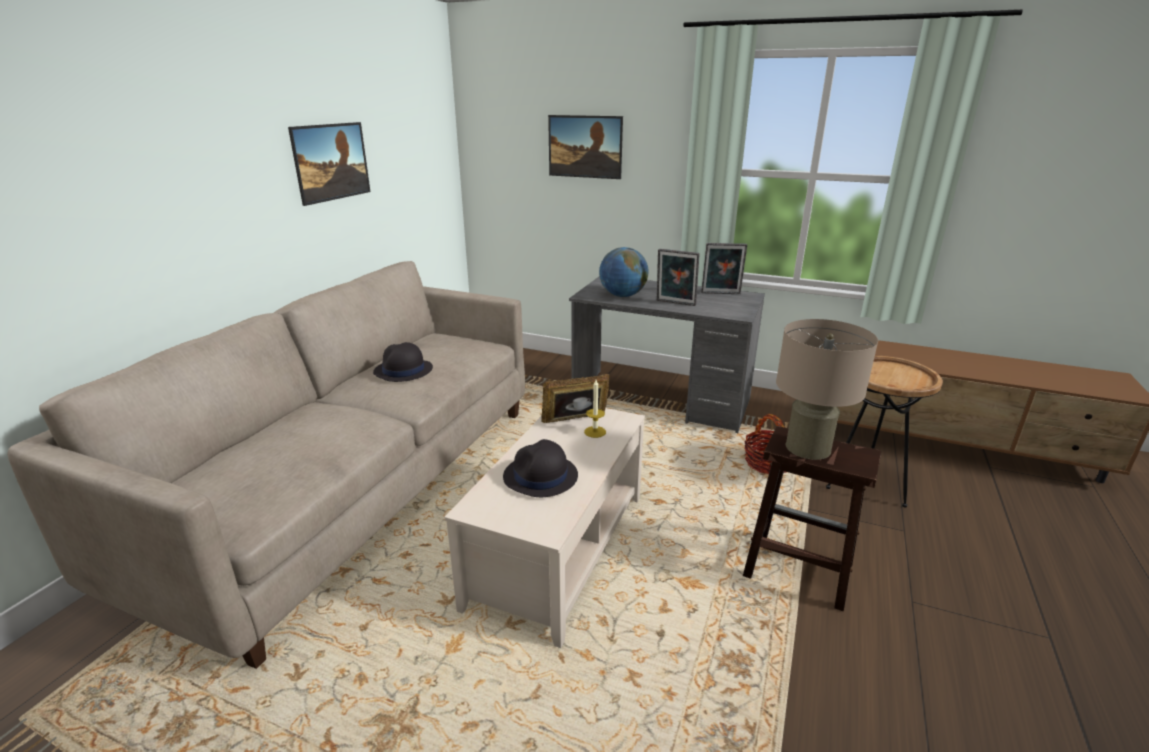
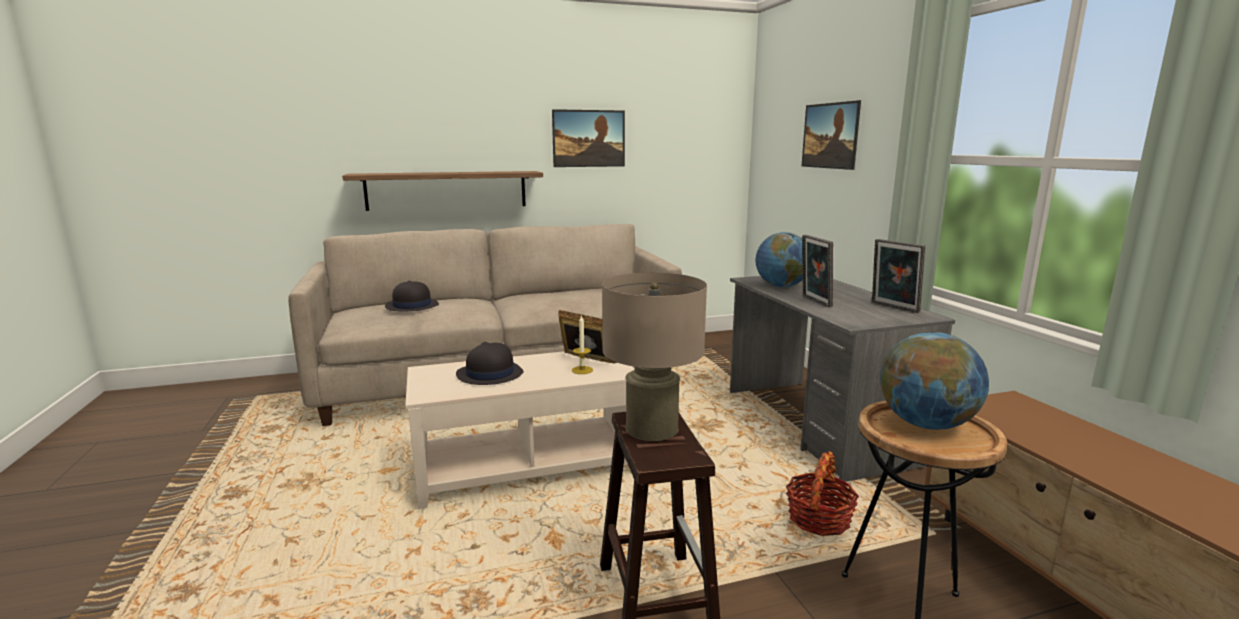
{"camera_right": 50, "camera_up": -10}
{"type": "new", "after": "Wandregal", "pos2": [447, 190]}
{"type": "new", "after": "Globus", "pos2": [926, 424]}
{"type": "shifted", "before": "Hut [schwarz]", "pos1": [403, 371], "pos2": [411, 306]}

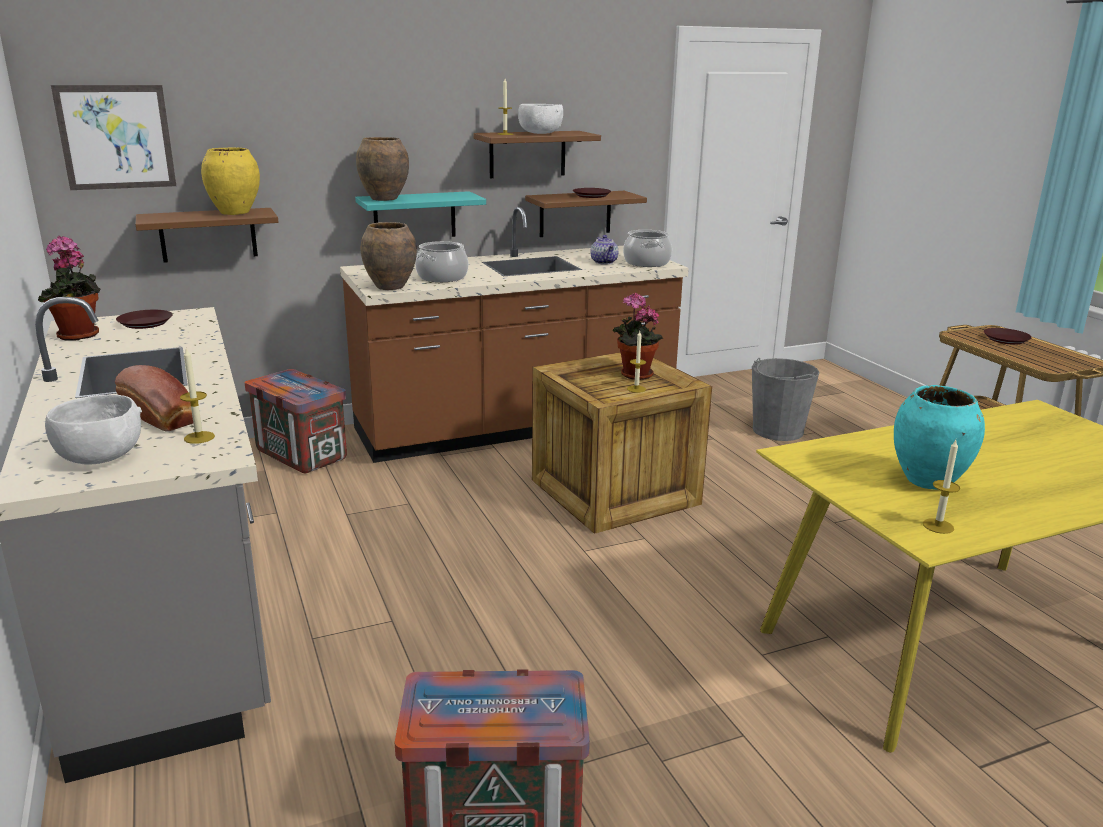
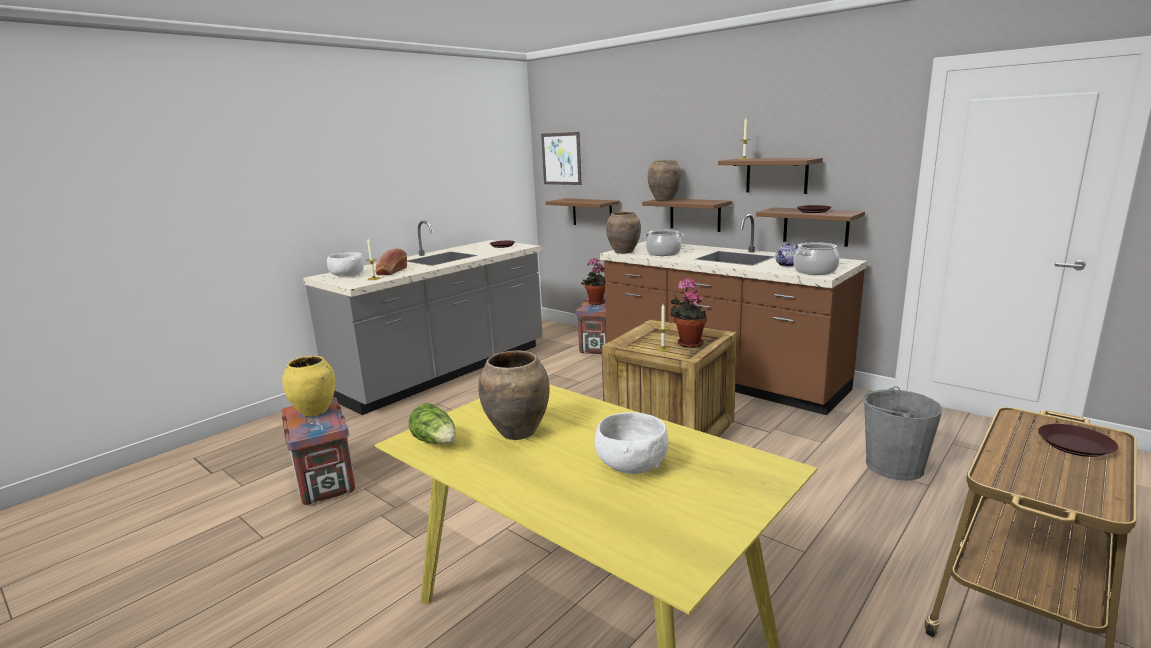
{"camera_right": 65, "camera_up": -5}
{"type": "shifted", "before": "Topfpflanze", "pos1": [79, 336], "pos2": [596, 303]}
{"type": "shifted", "before": "Vase [gelb]", "pos1": [234, 213], "pos2": [315, 411]}
{"type": "shifted", "before": "Schüssel [weiß]", "pos1": [540, 133], "pos2": [631, 466]}
{"type": "swapped", "before": "Kerze", "after": "Salatkopf", "pos1": [938, 526], "pos2": [436, 442]}
{"type": "repainted", "before": "Wandregal [türkis]", "after": "Wandregal [braun]", "pos1": [414, 216], "pos2": [695, 214]}
{"type": "repainted", "before": "Vase [türkis]", "after": "Vase [braun]", "pos1": [928, 481], "pos2": [518, 432]}

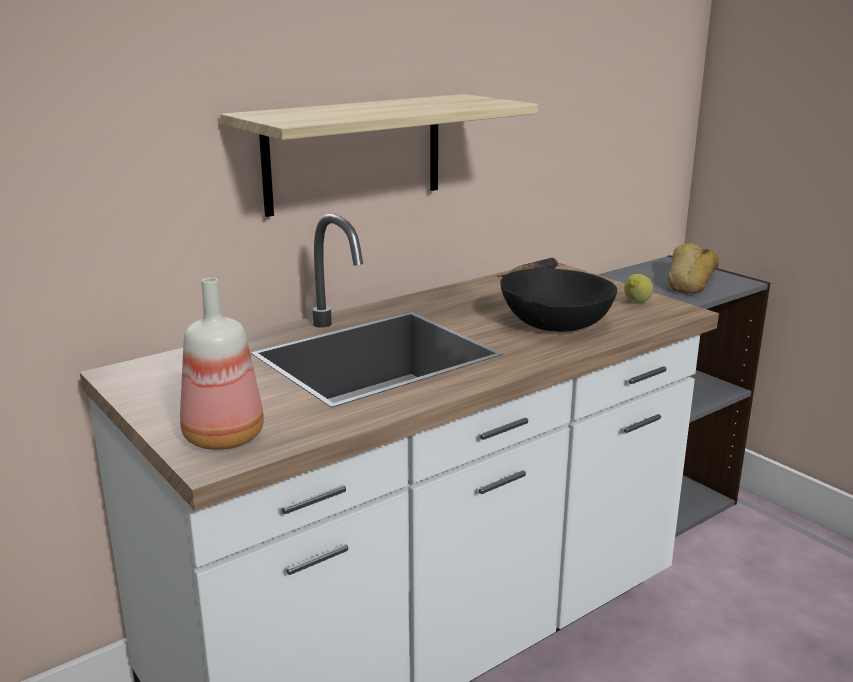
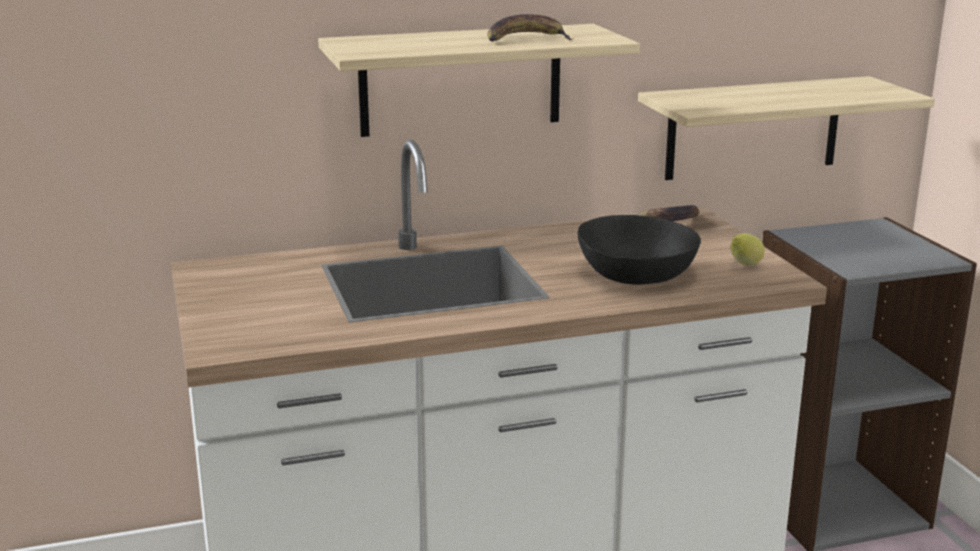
{"camera_right": 20, "camera_up": 0}
{"type": "gone", "before": "Flasche", "pos1": [221, 438]}
{"type": "gone", "before": "Brot", "pos1": [689, 280]}
{"type": "new", "after": "Banane", "pos2": [526, 38]}
{"type": "new", "after": "Wandregal", "pos2": [753, 128]}

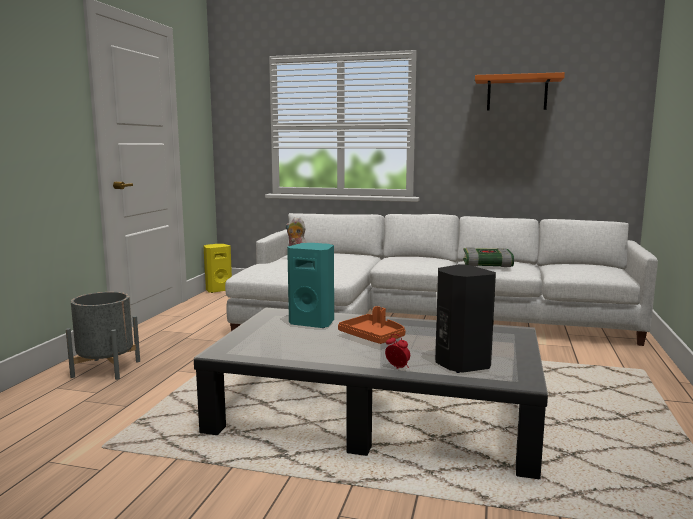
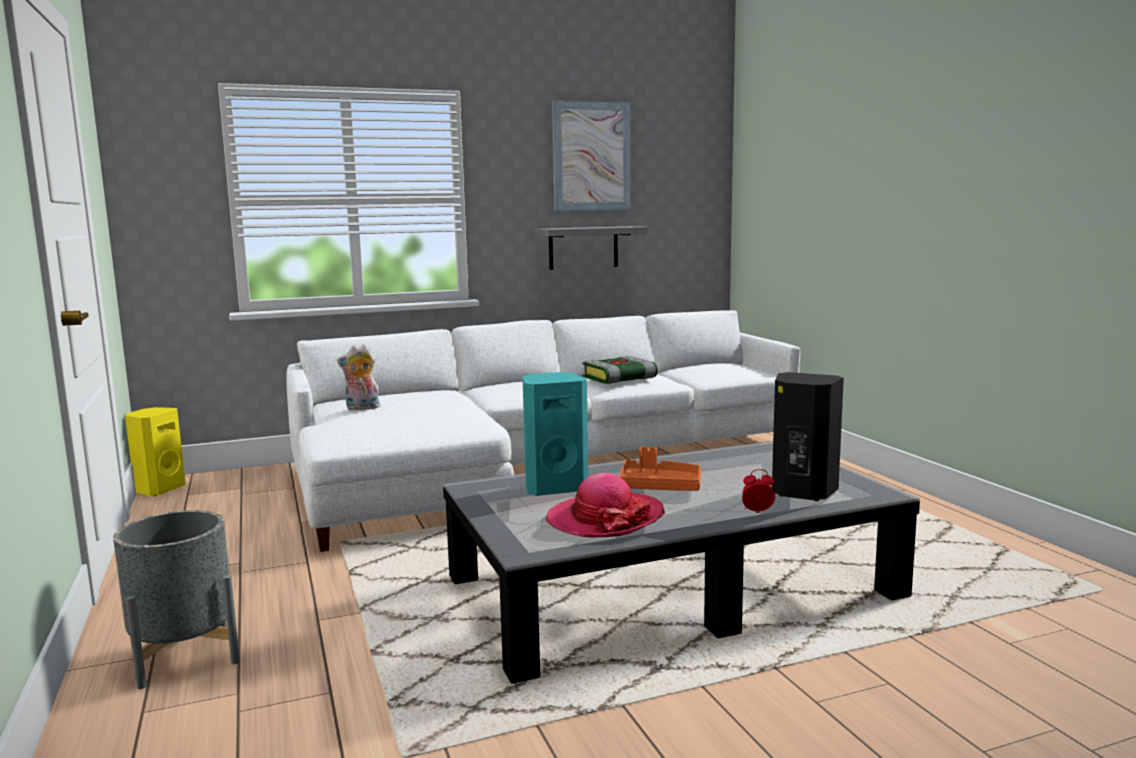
{"camera_right": -35, "camera_up": 0}
{"type": "new", "after": "Wandregal [grau]", "pos2": [583, 247]}
{"type": "new", "after": "Hut", "pos2": [605, 519]}
{"type": "swapped", "before": "Wandregal [orange]", "after": "Bild", "pos1": [517, 93], "pos2": [591, 156]}

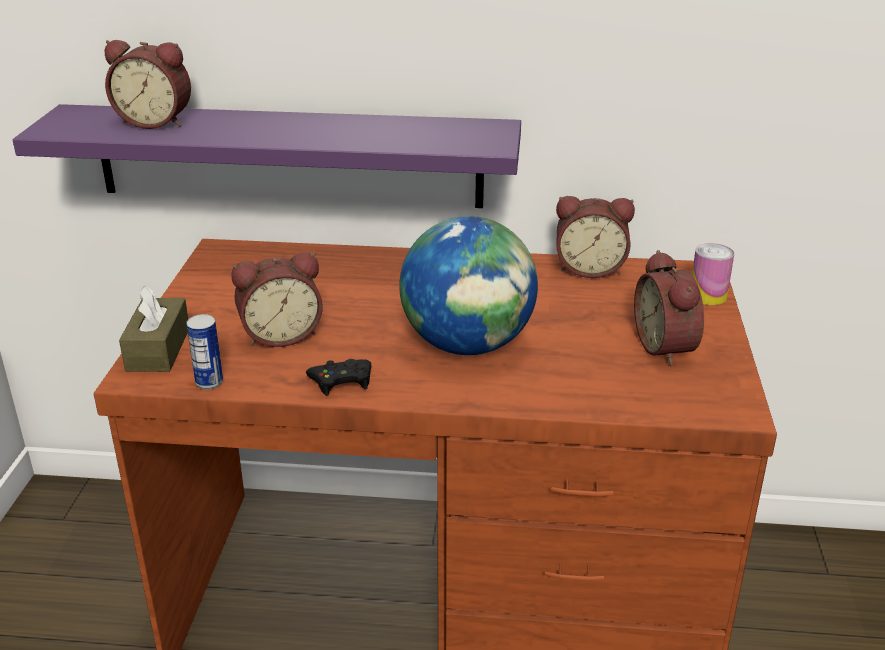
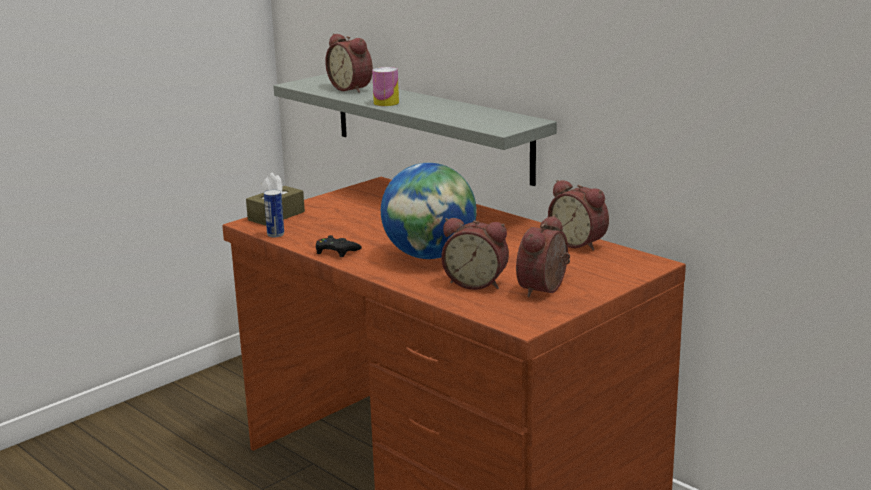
{"camera_right": 40, "camera_up": -10}
{"type": "shifted", "before": "Wecker", "pos1": [280, 334], "pos2": [476, 283]}
{"type": "shifted", "before": "Dose", "pos1": [708, 296], "pos2": [386, 103]}
{"type": "repainted", "before": "Wandregal [lila]", "after": "Wandregal [grau]", "pos1": [289, 156], "pos2": [430, 127]}

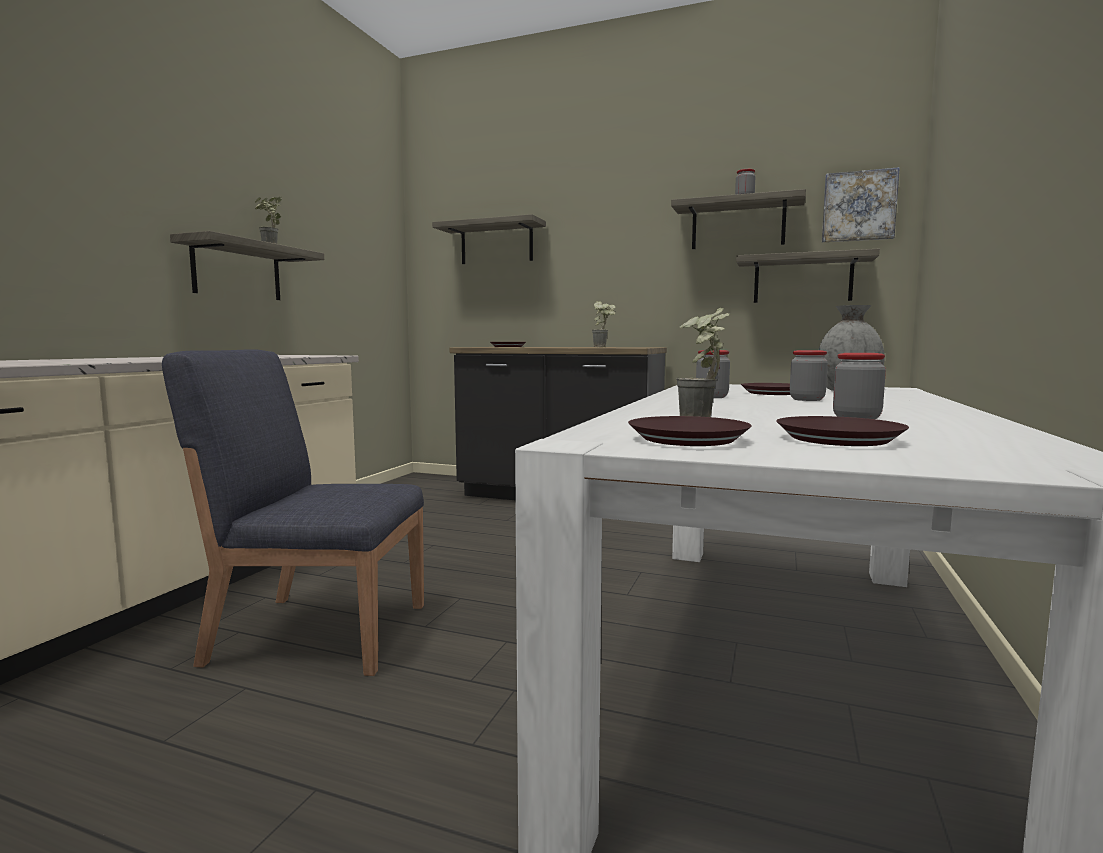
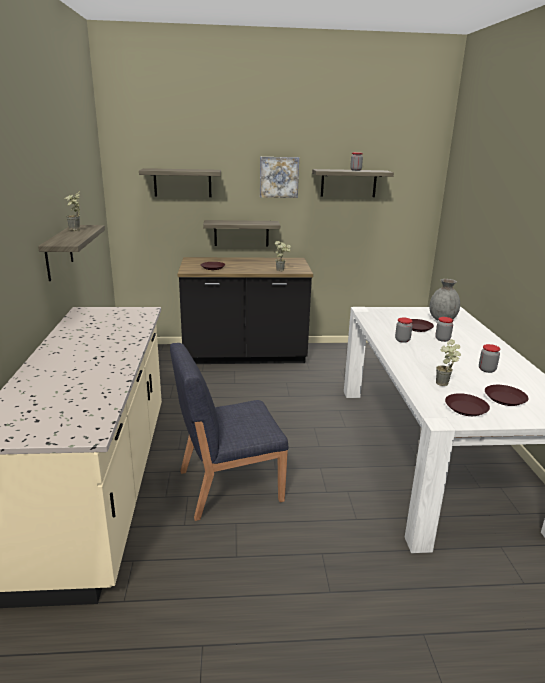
{"camera_right": -25, "camera_up": 15}
{"type": "shifted", "before": "Wandregal", "pos1": [802, 279], "pos2": [241, 233]}
{"type": "shifted", "before": "Bild", "pos1": [858, 206], "pos2": [279, 177]}

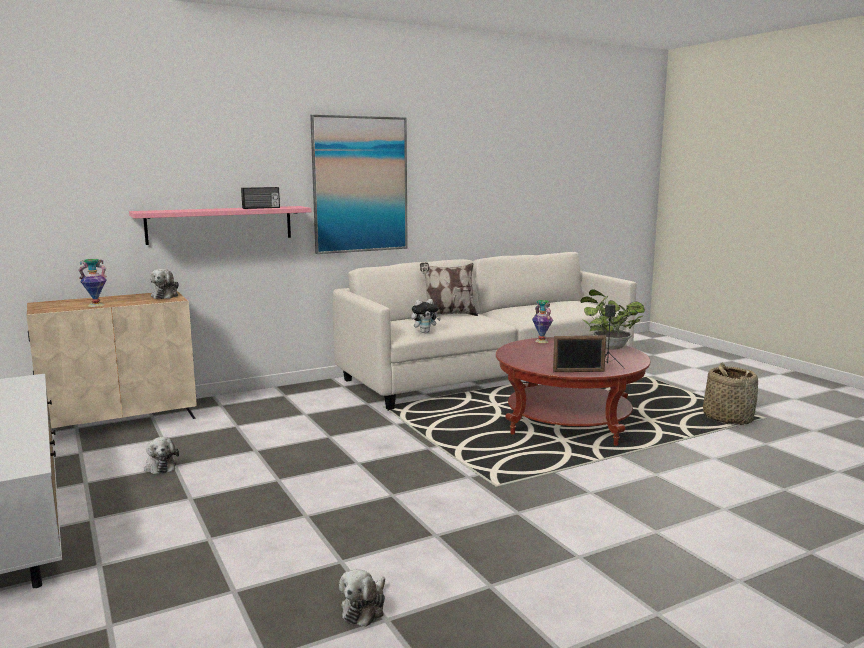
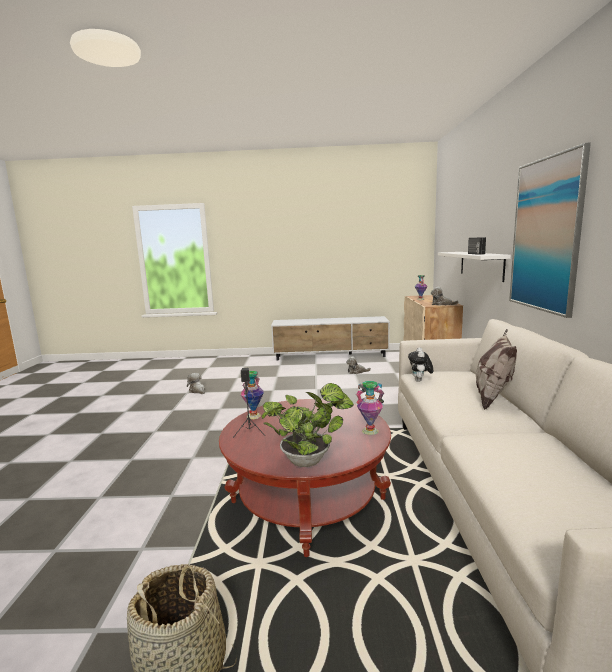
{"camera_right": 120, "camera_up": 0}
{"type": "swapped", "before": "Bilderrahmen", "after": "Vase", "pos1": [578, 371], "pos2": [254, 416]}
{"type": "repainted", "before": "Wandregal [rosa]", "after": "Wandregal [weiß]", "pos1": [220, 224], "pos2": [481, 265]}

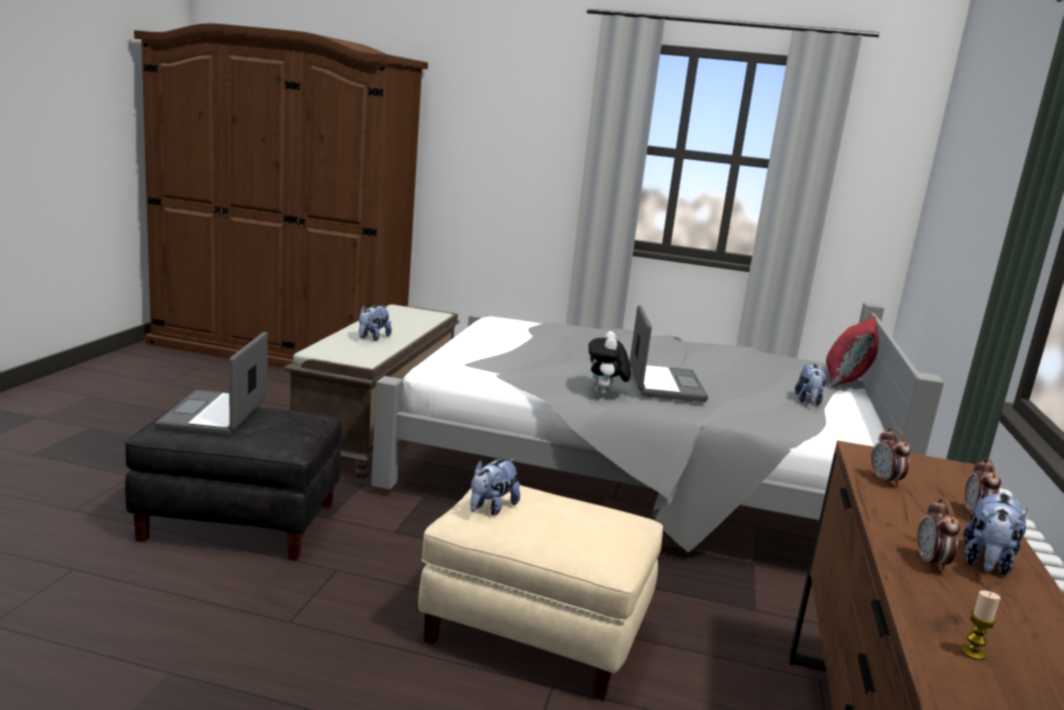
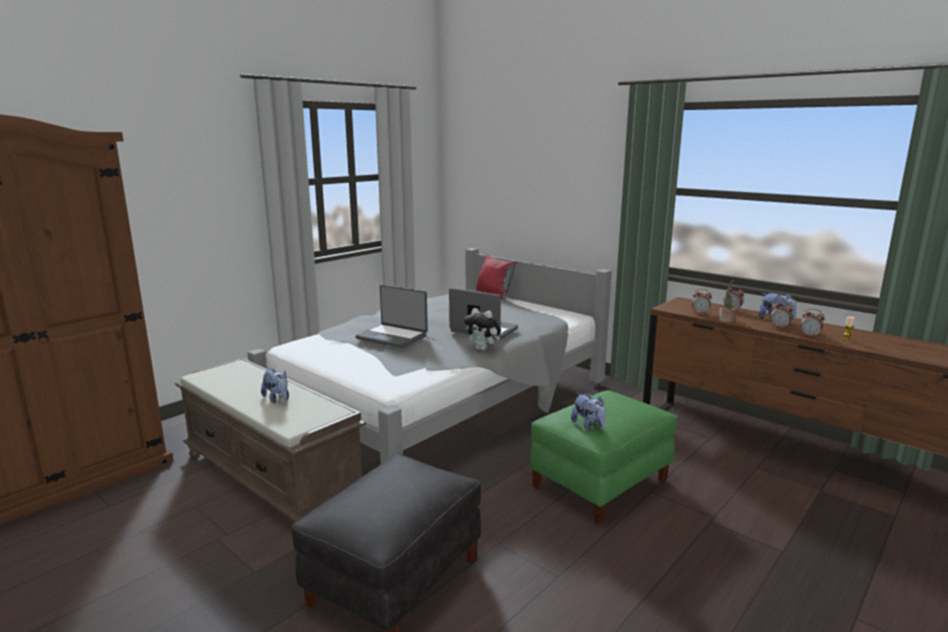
{"camera_right": -60, "camera_up": 0}
{"type": "gone", "before": "Plüschtier", "pos1": [808, 401]}
{"type": "new", "after": "Topfpflanze", "pos2": [726, 320]}
{"type": "new", "after": "Wecker", "pos2": [809, 336]}
{"type": "shifted", "before": "Laptop", "pos1": [216, 415], "pos2": [392, 337]}
{"type": "repainted", "before": "Polsterhocker [beige]", "after": "Polsterhocker [grün]", "pos1": [534, 632], "pos2": [600, 484]}

